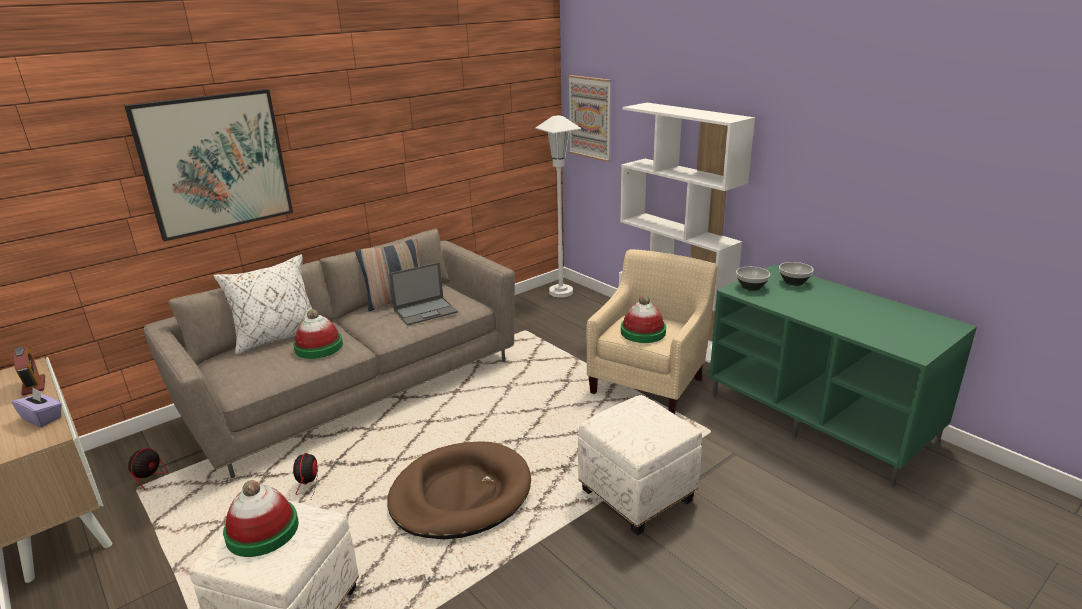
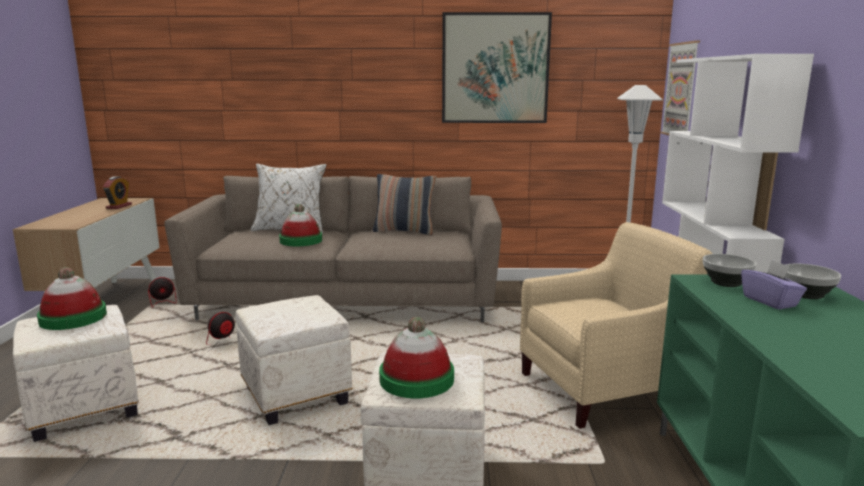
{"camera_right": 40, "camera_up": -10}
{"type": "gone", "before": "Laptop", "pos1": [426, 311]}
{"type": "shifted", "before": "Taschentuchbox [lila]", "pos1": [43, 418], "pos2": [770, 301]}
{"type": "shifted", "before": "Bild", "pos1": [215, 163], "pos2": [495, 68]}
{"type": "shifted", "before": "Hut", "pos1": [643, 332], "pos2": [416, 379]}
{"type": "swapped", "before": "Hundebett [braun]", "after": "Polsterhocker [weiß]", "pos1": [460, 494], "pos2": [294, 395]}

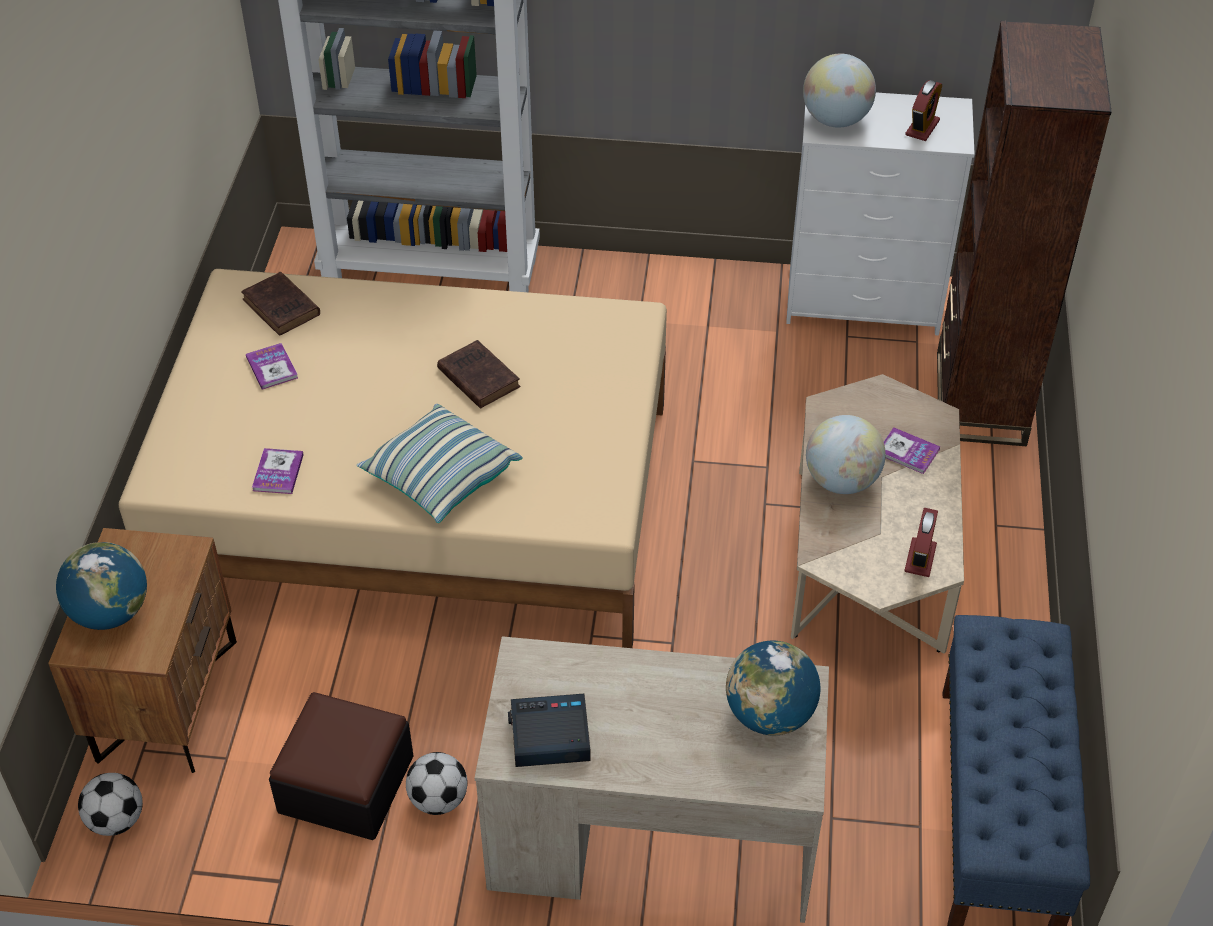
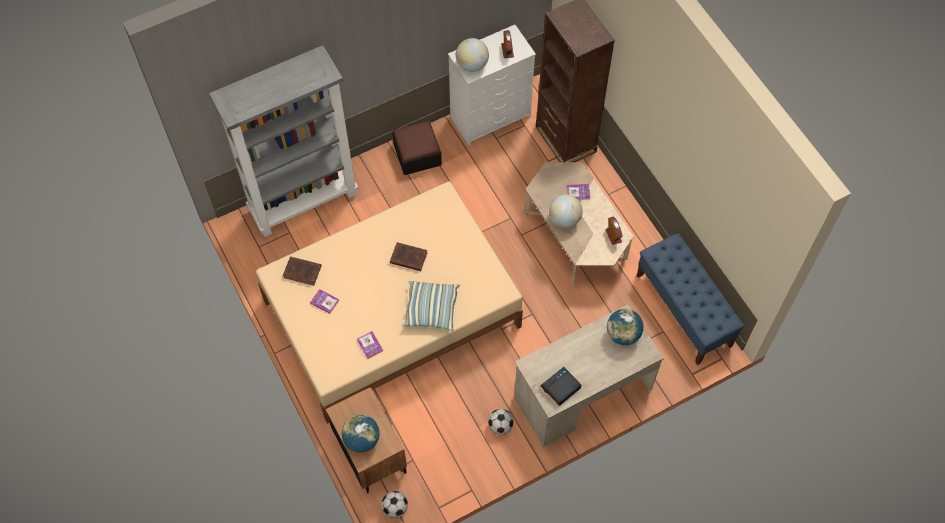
{"camera_right": -35, "camera_up": 15}
{"type": "shifted", "before": "Polsterhocker", "pos1": [346, 784], "pos2": [417, 154]}

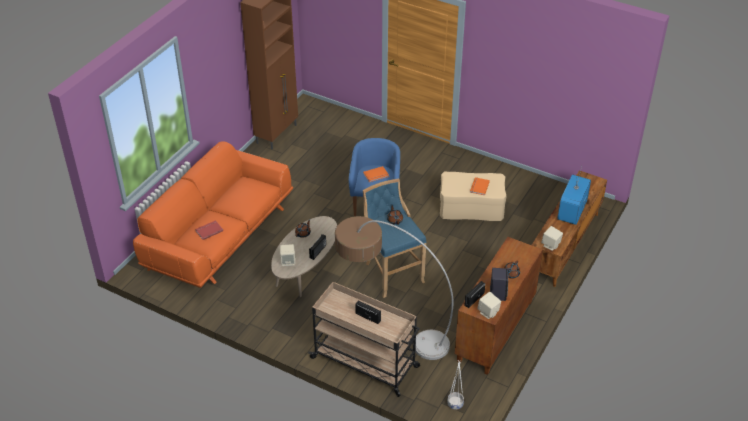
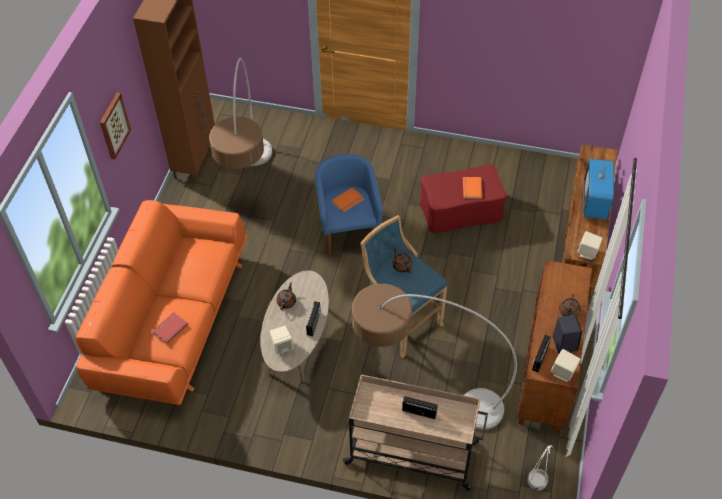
{"camera_right": -15, "camera_up": 10}
{"type": "new", "after": "Bild", "pos2": [113, 125]}
{"type": "new", "after": "Stehlampe", "pos2": [251, 190]}
{"type": "repainted", "before": "Polsterhocker [beige]", "after": "Polsterhocker [rot]", "pos1": [471, 207], "pos2": [461, 210]}

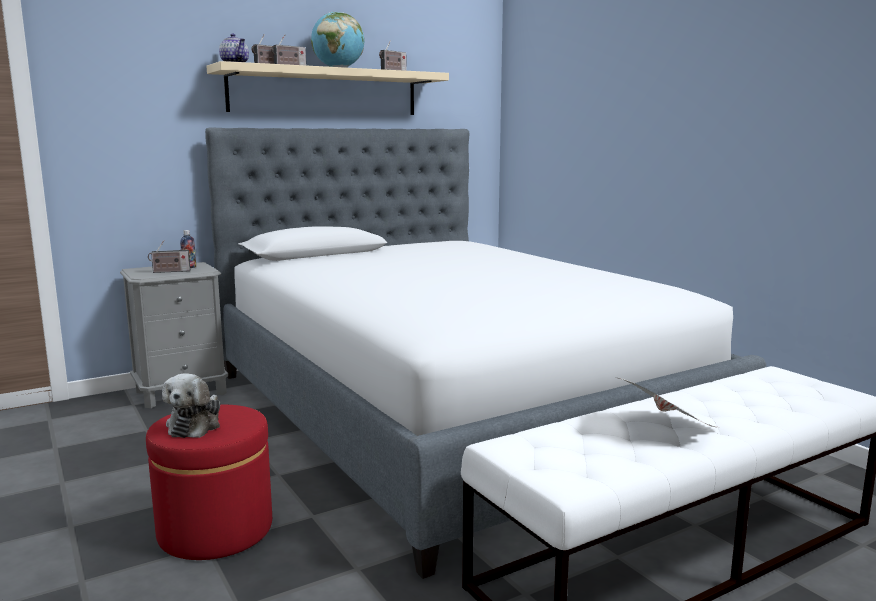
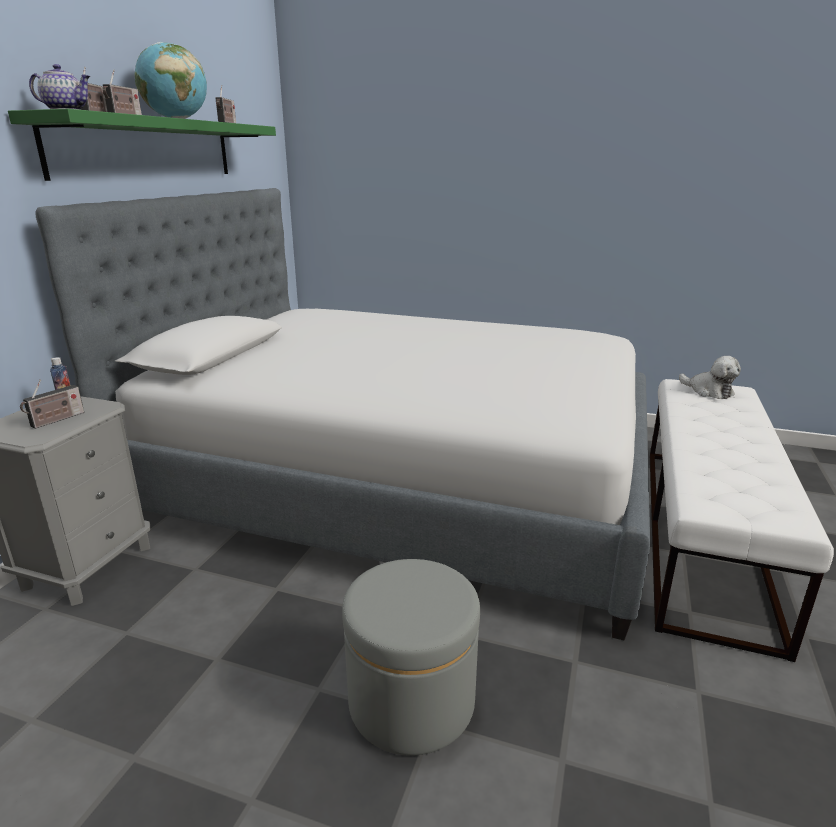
{"camera_right": -40, "camera_up": 10}
{"type": "gone", "before": "Zeitung", "pos1": [666, 429]}
{"type": "shifted", "before": "Plüschtier", "pos1": [196, 425], "pos2": [708, 391]}
{"type": "repainted", "before": "Polsterhocker [rot]", "after": "Polsterhocker [grau]", "pos1": [215, 530], "pos2": [411, 701]}
{"type": "repainted", "before": "Wandregal [beige]", "after": "Wandregal [grün]", "pos1": [325, 92], "pos2": [147, 149]}

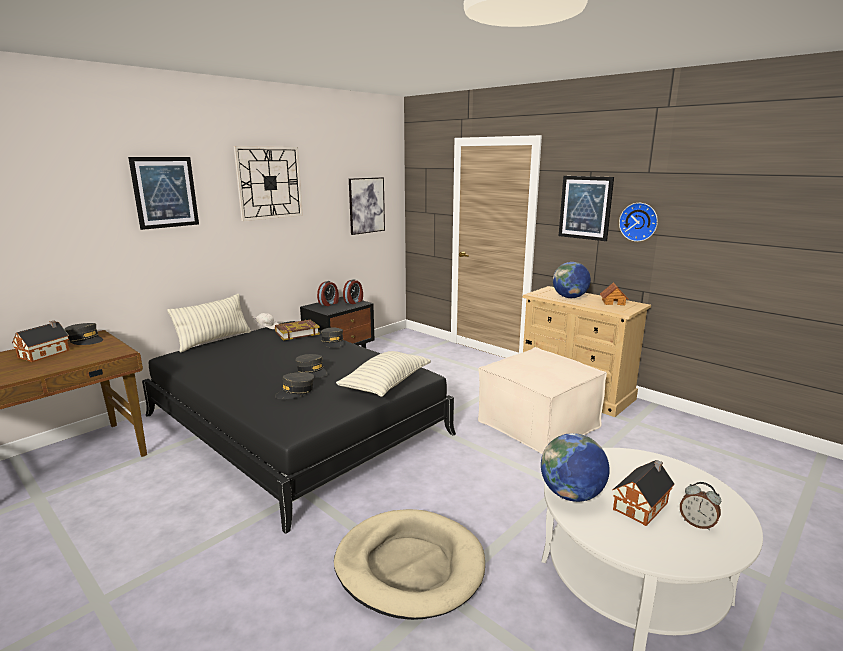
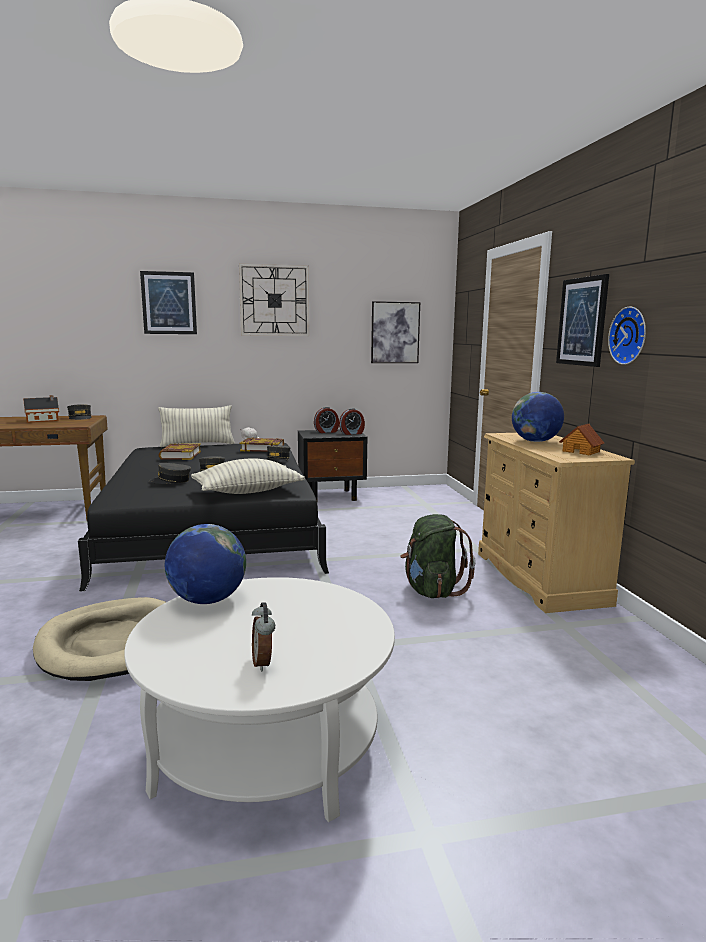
{"camera_right": 35, "camera_up": -5}
{"type": "gone", "before": "Spielzeughaus", "pos1": [642, 505]}
{"type": "new", "after": "Buch", "pos2": [180, 455]}
{"type": "swapped", "before": "Polsterhocker [beige]", "after": "Rucksack [grün]", "pos1": [538, 424], "pos2": [432, 591]}

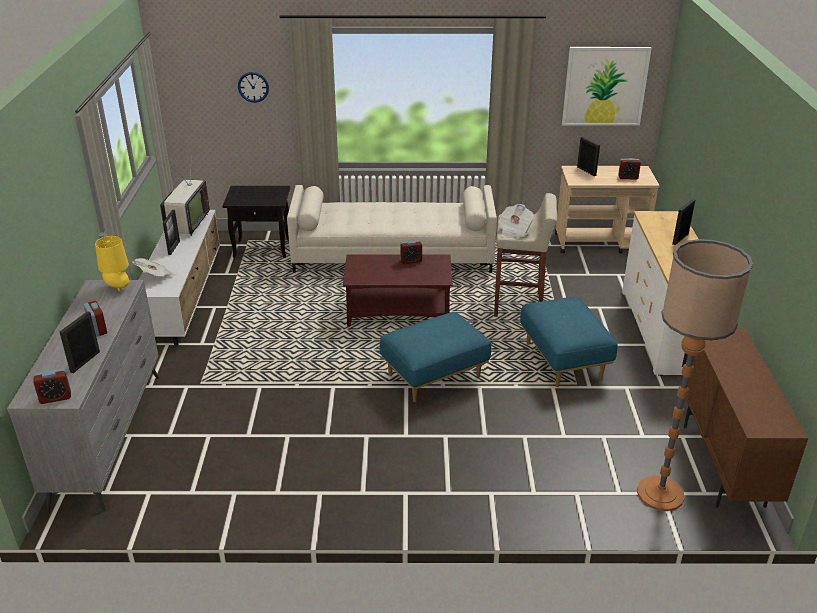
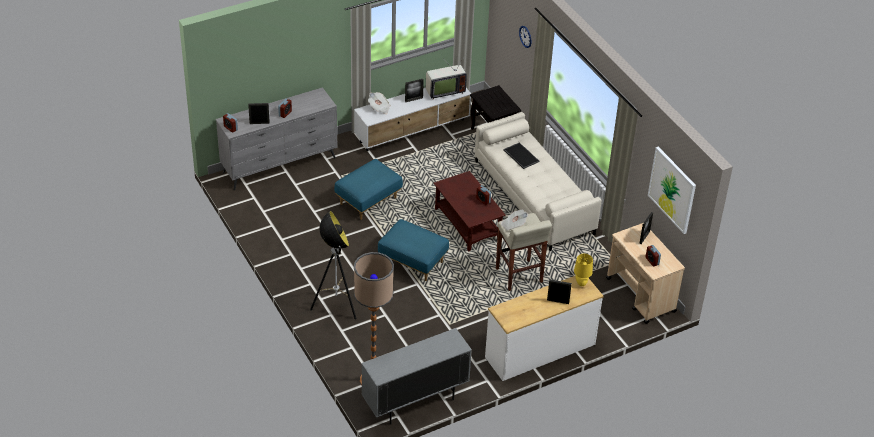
{"camera_right": 60, "camera_up": 10}
{"type": "new", "after": "Stehlampe", "pos2": [336, 306]}
{"type": "new", "after": "Tablett", "pos2": [520, 156]}
{"type": "shifted", "before": "Tischlampe [gelb]", "pos1": [118, 288], "pos2": [581, 283]}
{"type": "shifted", "before": "Polsterhocker [blau]", "pos1": [564, 361], "pos2": [368, 201]}
{"type": "repainted", "before": "Schrank [braun]", "after": "Schrank [grau]", "pos1": [722, 465], "pos2": [415, 402]}

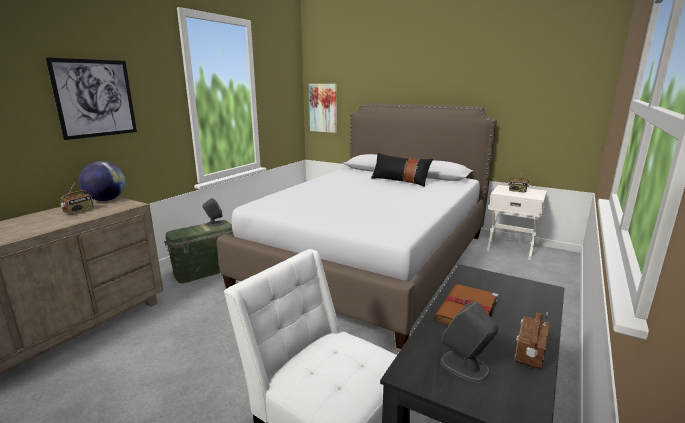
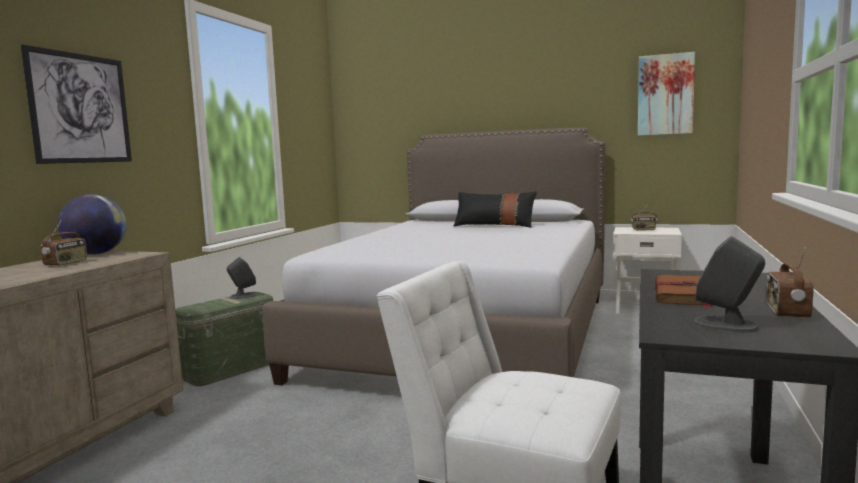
{"camera_right": -10, "camera_up": -10}
{"type": "shifted", "before": "Bild", "pos1": [323, 108], "pos2": [665, 95]}

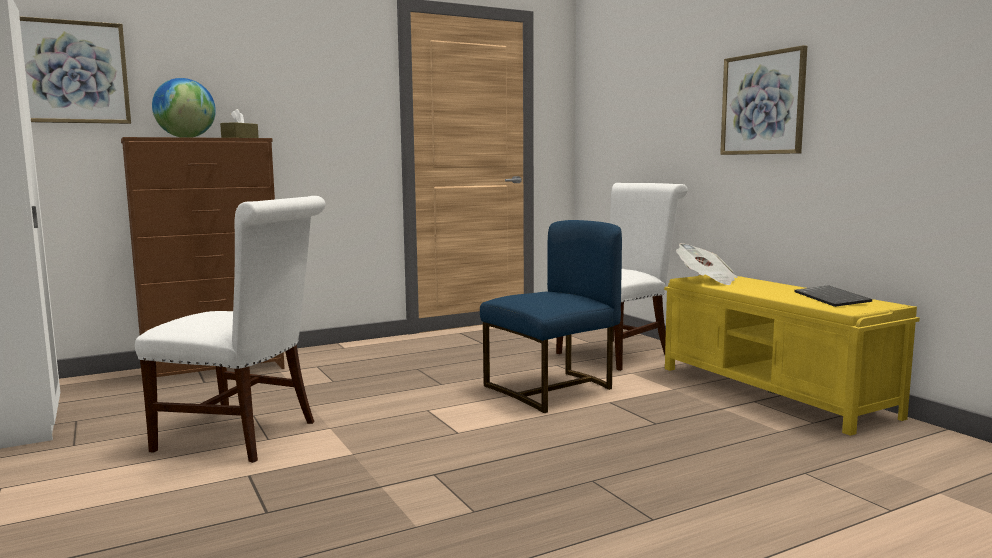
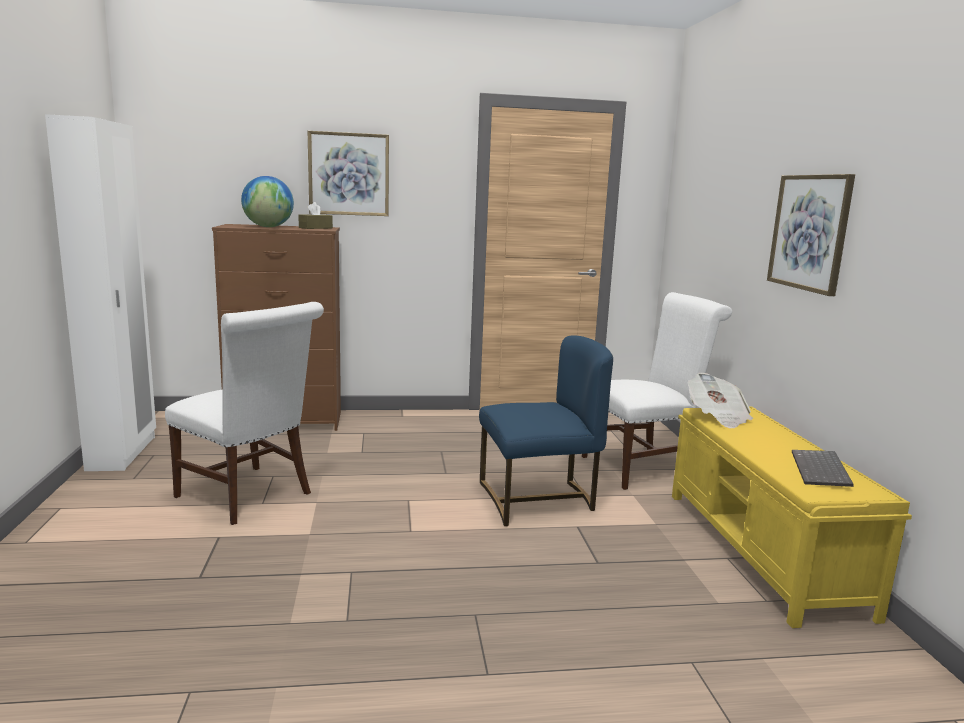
{"camera_right": 20, "camera_up": 5}
{"type": "shifted", "before": "Bild", "pos1": [71, 72], "pos2": [349, 174]}

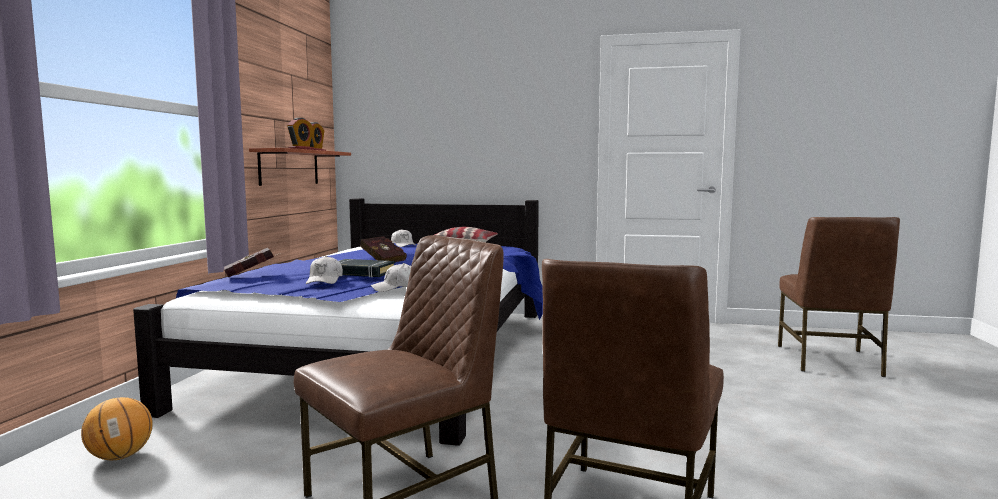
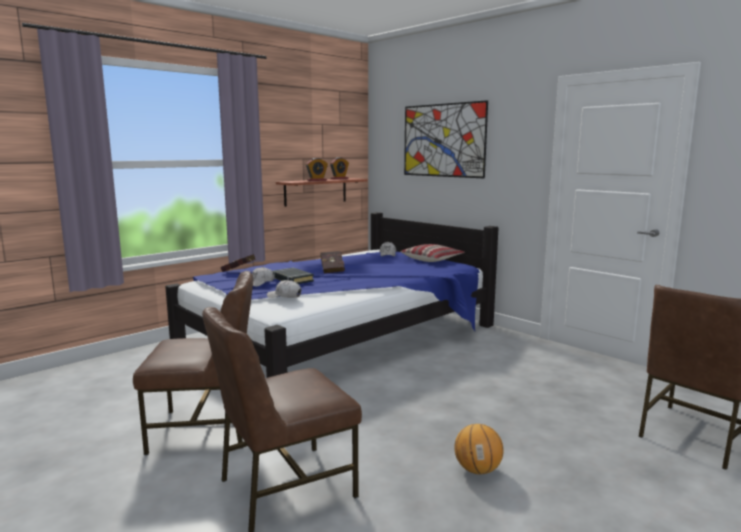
{"camera_right": 35, "camera_up": 5}
{"type": "new", "after": "Bild", "pos2": [443, 140]}
{"type": "shifted", "before": "Basketball", "pos1": [120, 456], "pos2": [477, 470]}

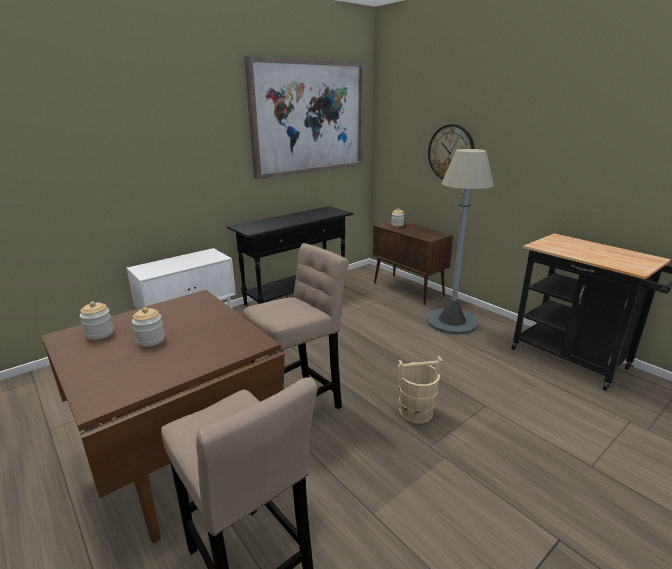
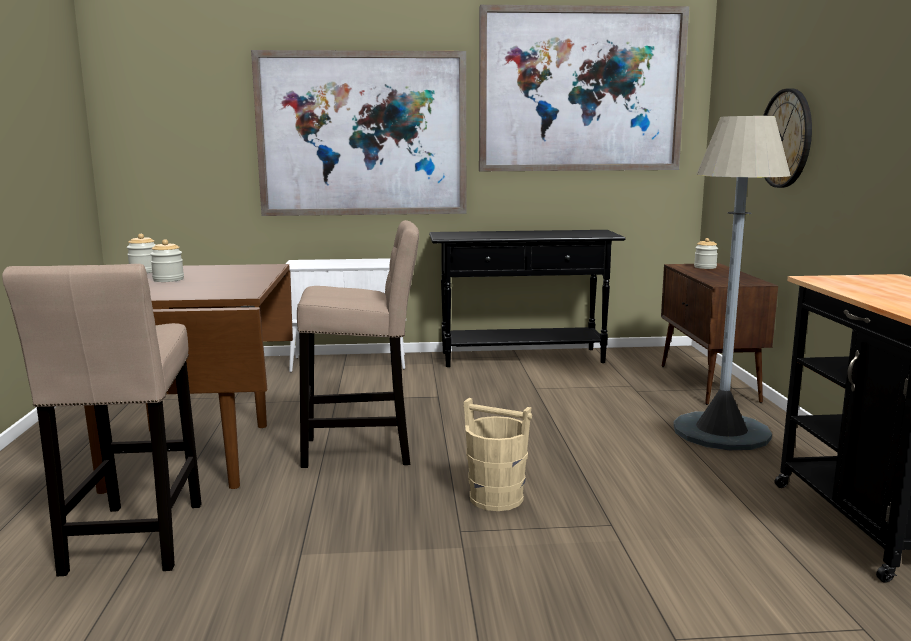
{"camera_right": 35, "camera_up": -10}
{"type": "new", "after": "Bild", "pos2": [362, 134]}

